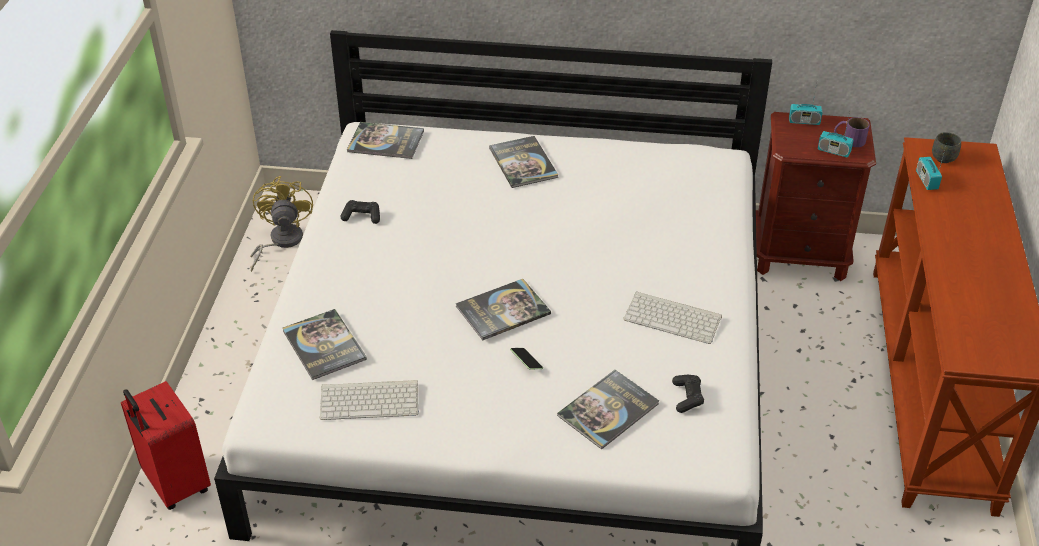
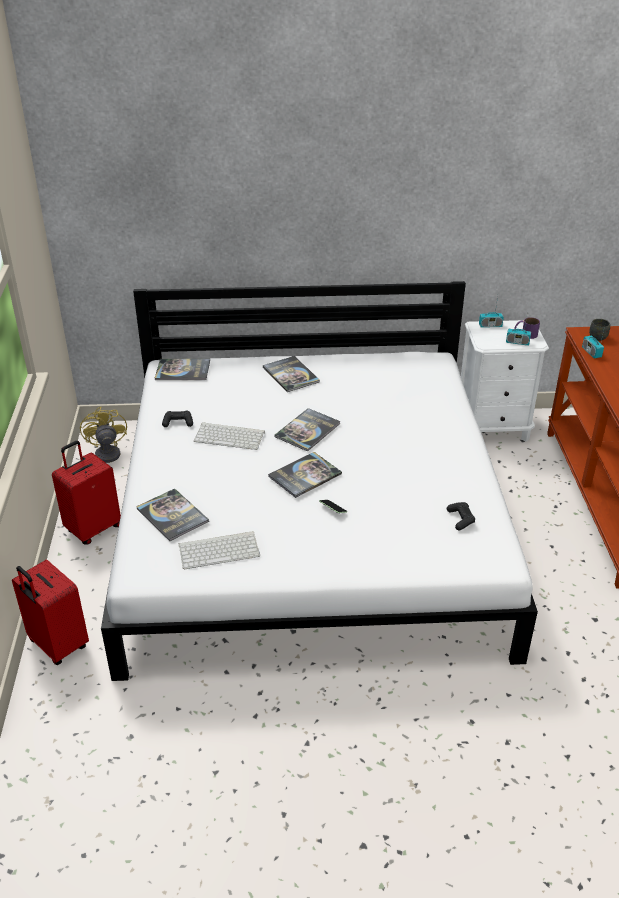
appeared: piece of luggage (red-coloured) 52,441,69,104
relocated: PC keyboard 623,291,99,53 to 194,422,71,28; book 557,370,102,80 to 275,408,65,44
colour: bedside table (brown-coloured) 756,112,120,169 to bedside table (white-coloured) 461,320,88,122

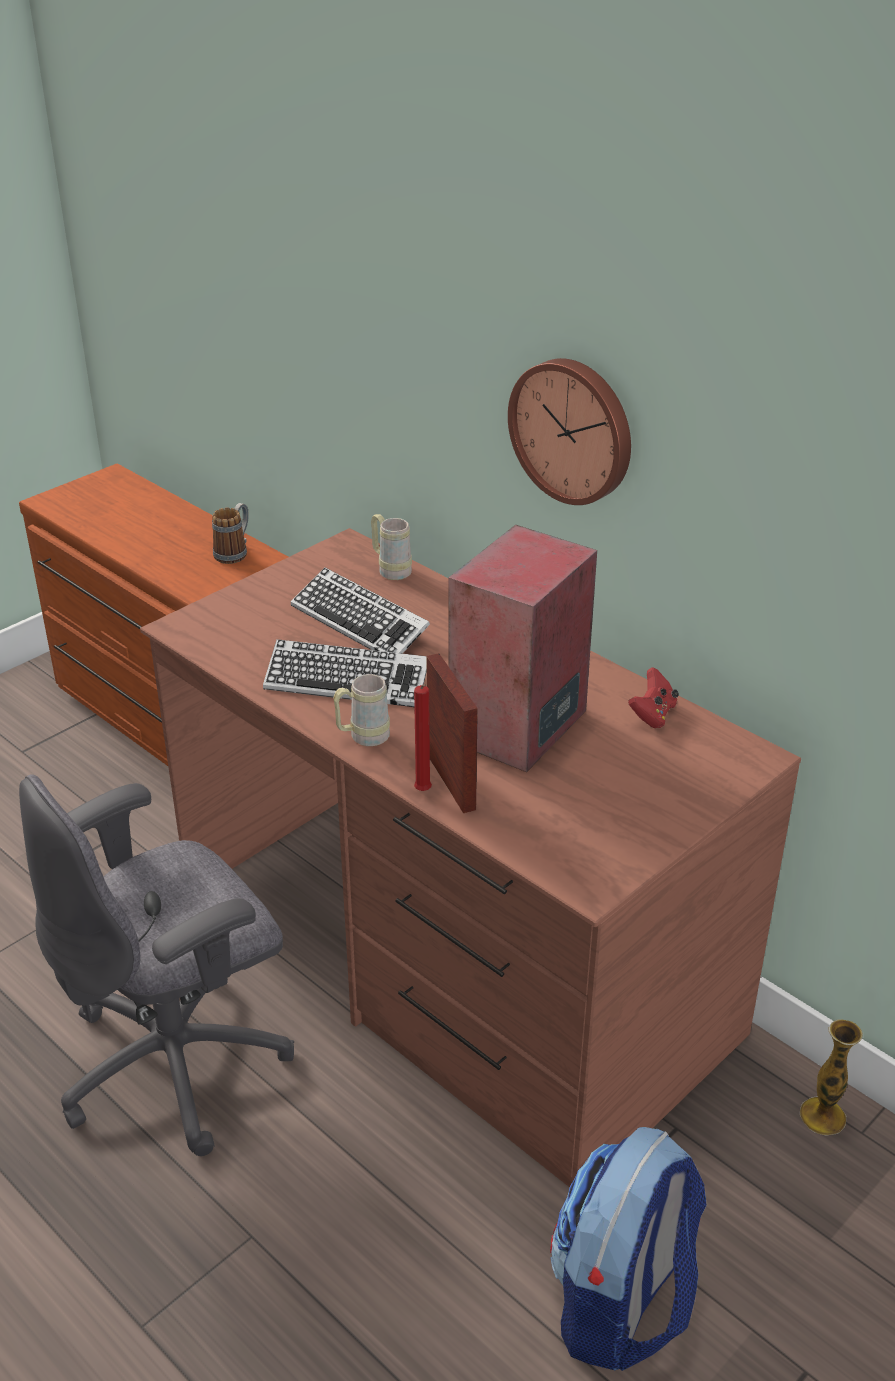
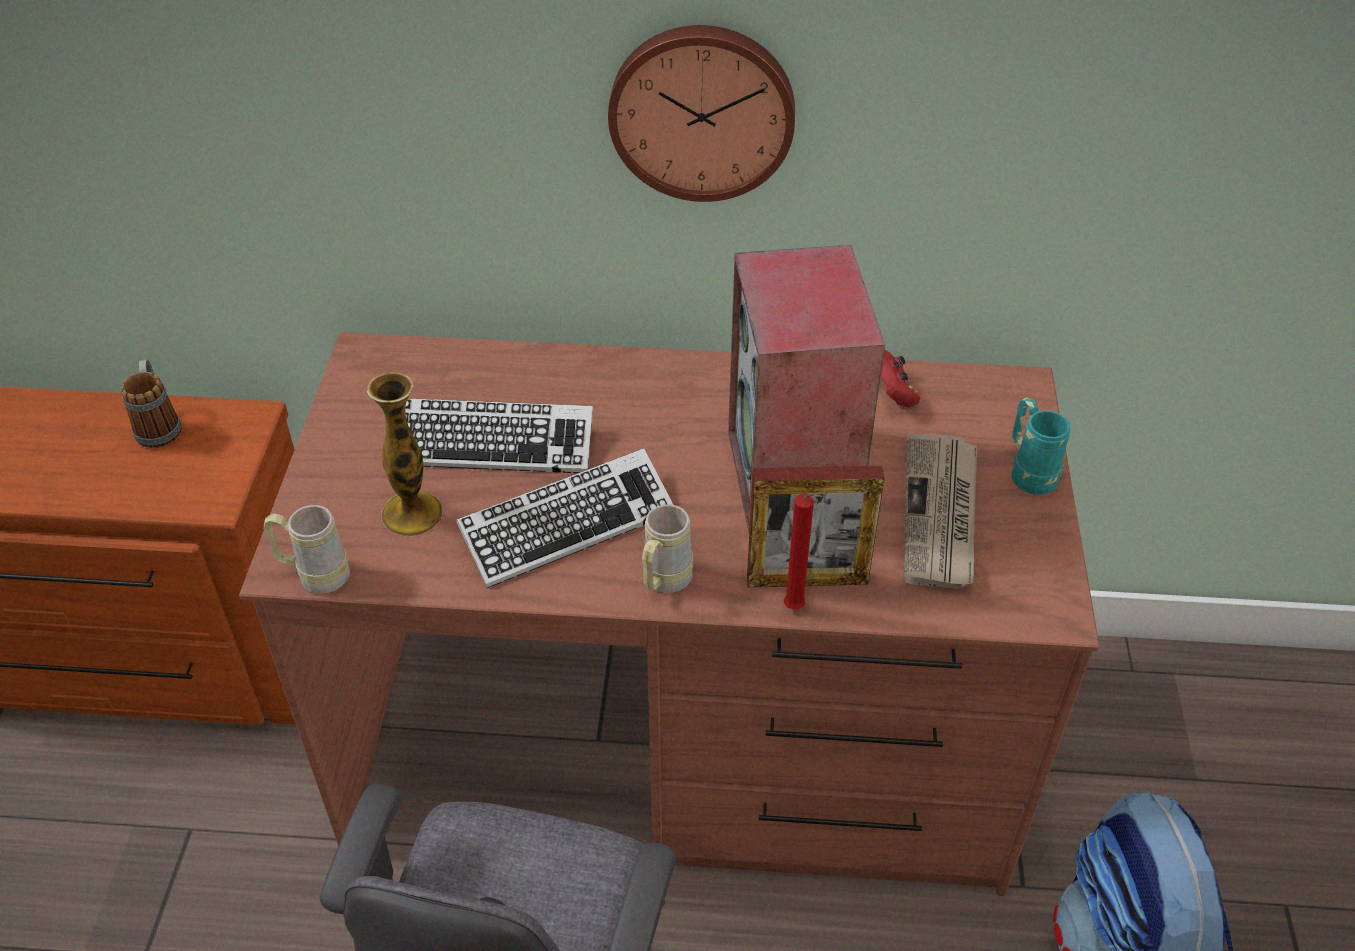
appeared: coffee mug (turquoise-coloured) 1012,398,58,97; newspaper 904,433,73,156
relocated: coffee mug (beige-coloured) 371,514,41,66 to 264,505,86,89; decorative vase 800,1019,63,117 to 367,372,76,165
spun: photo frame 426,653,52,160 = 747,466,137,121 150 degrees clockwise

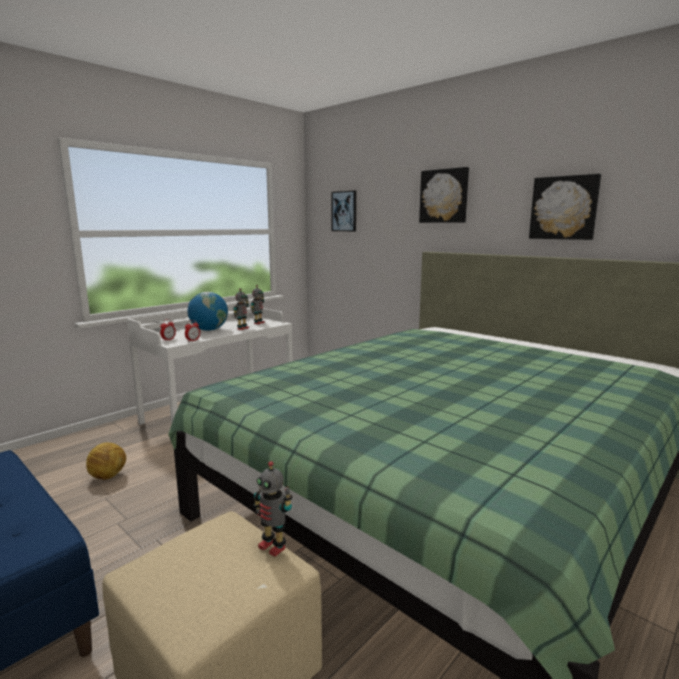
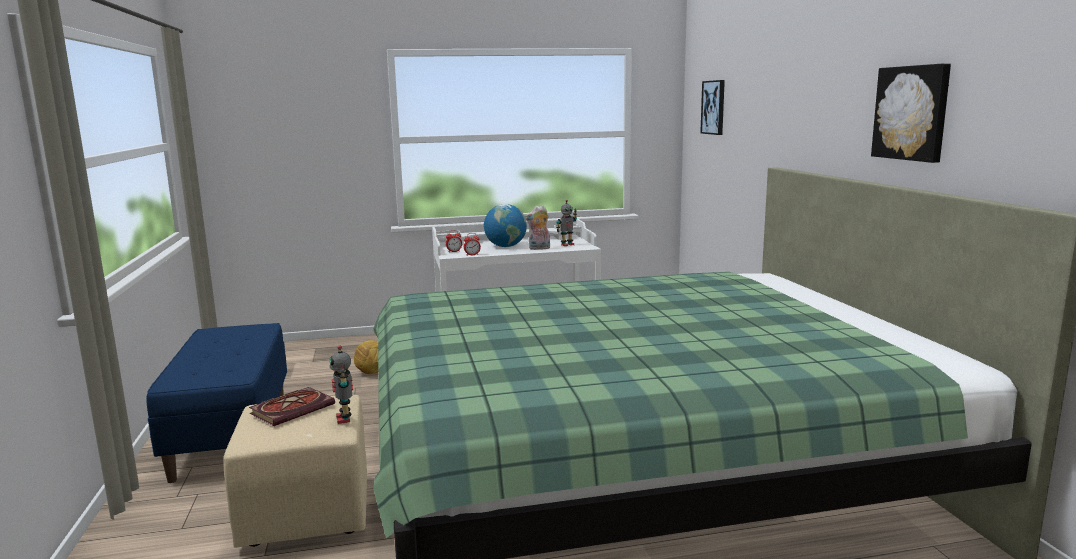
missing: picture 419,167,50,56
appeared: book 249,387,86,39
exchanged: robot figure 233,288,16,42 to plush toy 525,205,25,45

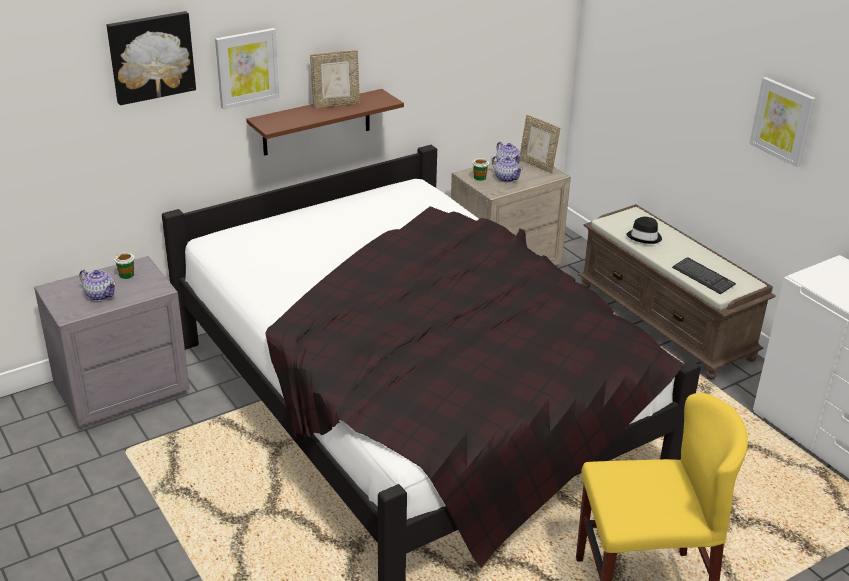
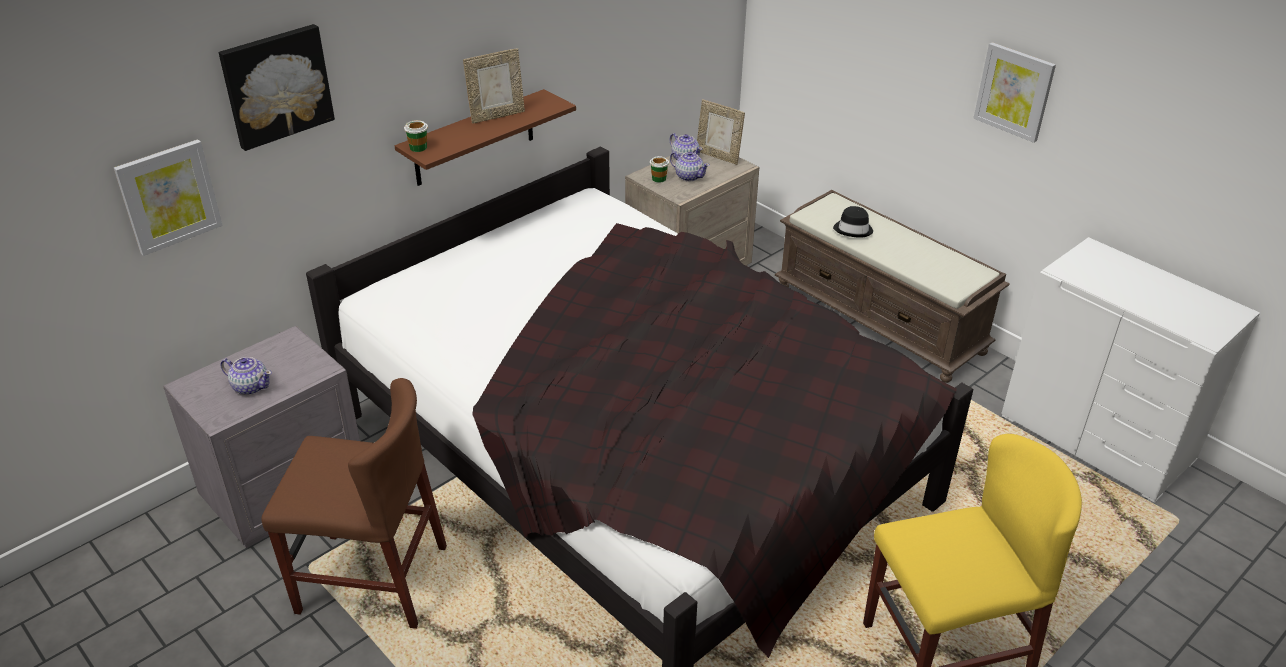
missing: PC keyboard 672,257,64,37
appeared: upright chair (brown-coloured) 261,378,186,251
relocated: picture 215,28,64,81 to 114,139,109,117; cup 114,252,21,27 to 404,120,24,32

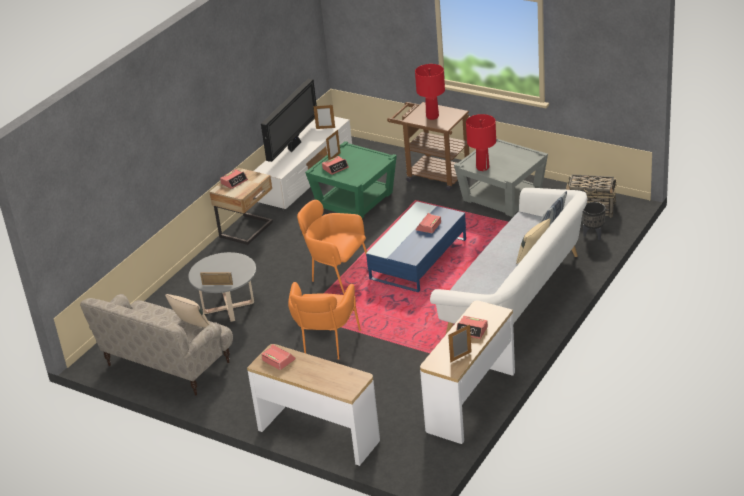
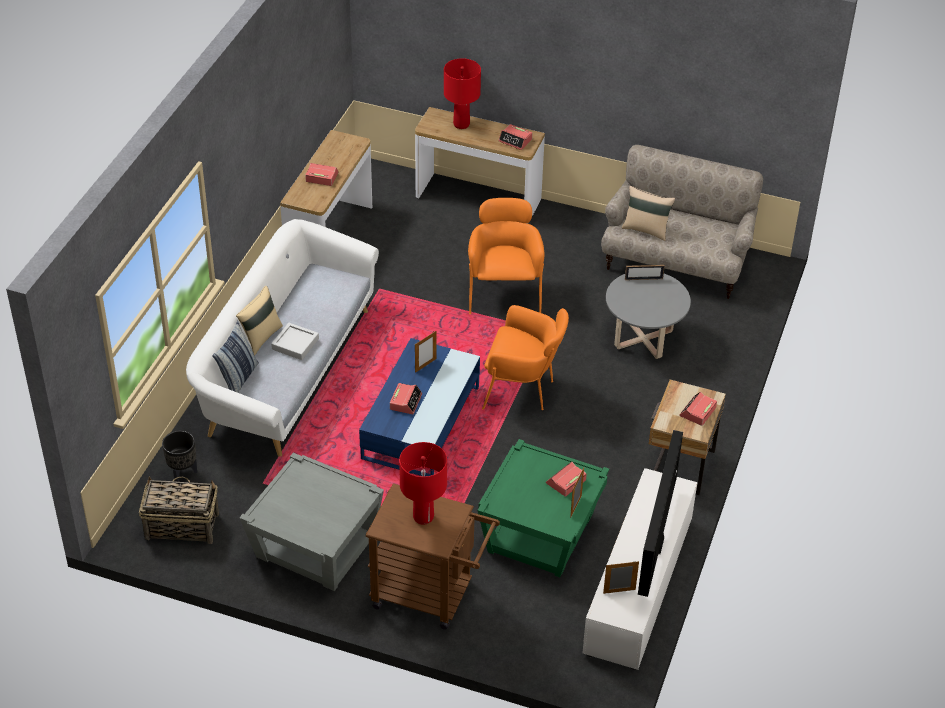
appeared: serving tray (grey) 271,323,48,37
relocated: table lamp (red-coloured) 466,114,30,57 to 444,58,37,71; photo frame 448,324,24,39 to 415,331,22,42

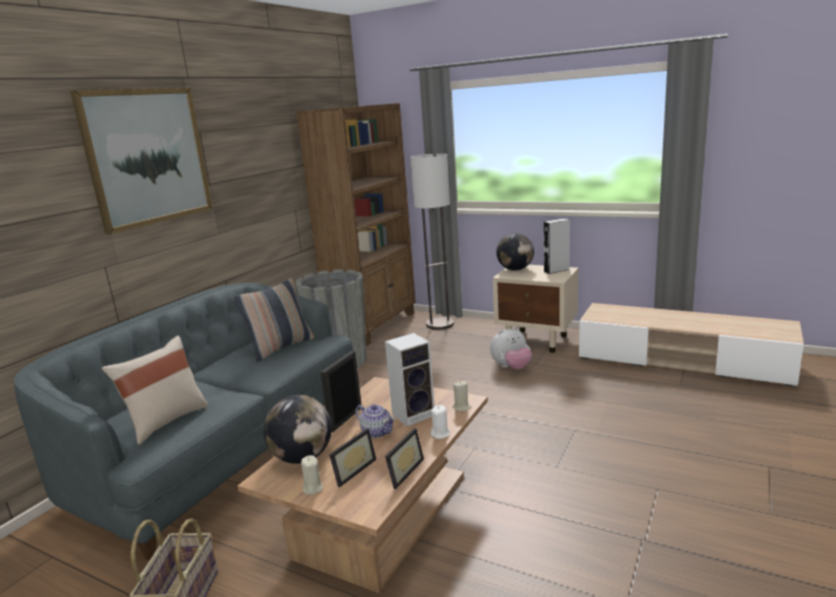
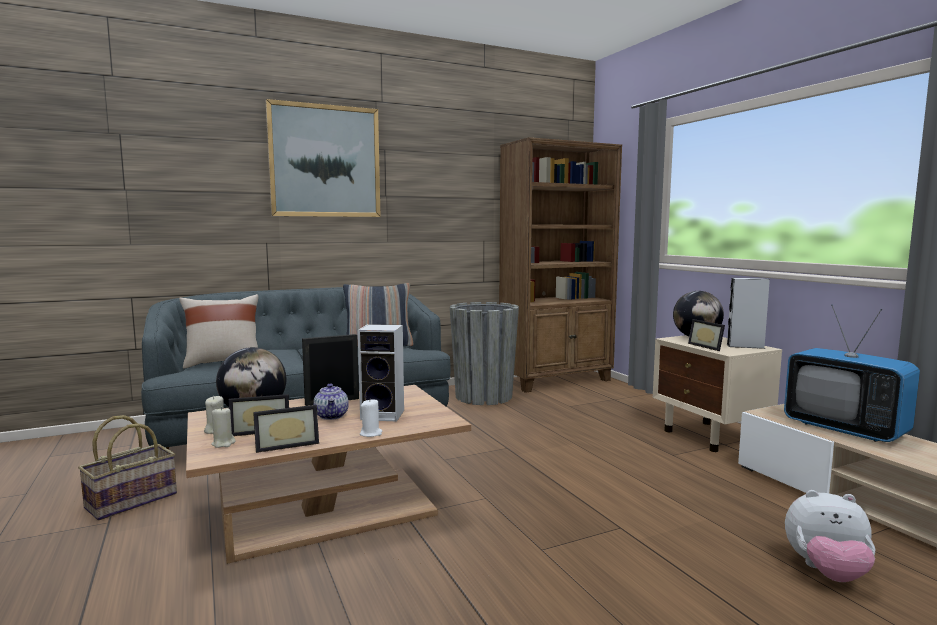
missing: standard lamp 410,154,44,176
appeared: TV set 784,304,136,138; photo frame 688,319,37,32
relocated: plush toy 490,327,42,42 to 785,490,90,92; candle (beige-coloured) 453,381,19,30 to 211,407,24,41

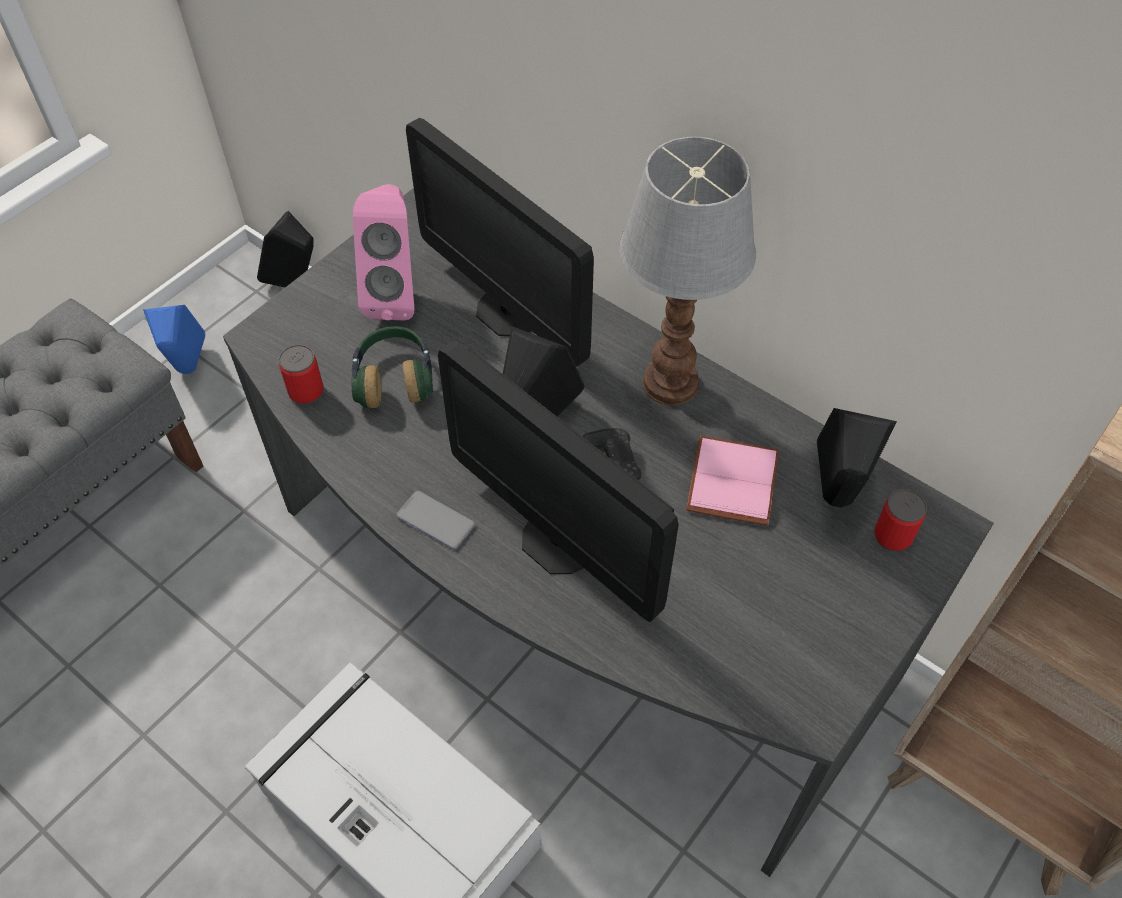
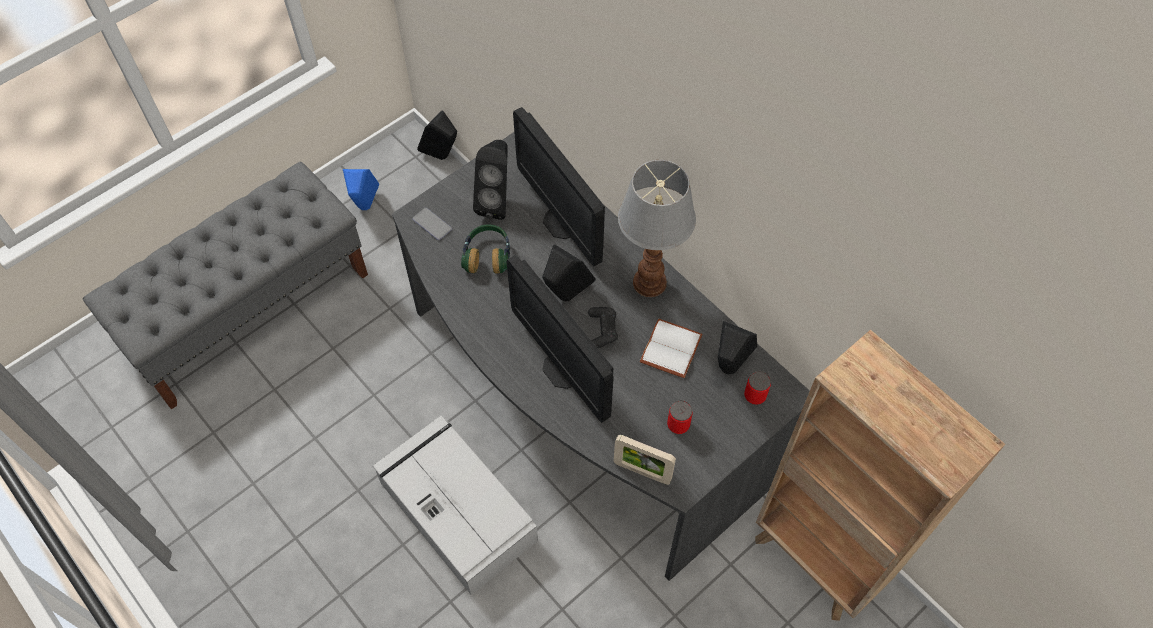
appeared: photo frame 614,435,62,50
relocated: sealed can 279,345,45,59 to 667,400,26,34; phone 397,491,78,58 to 412,208,40,32
colour: speaker (pink-coloured) 353,184,61,137 to speaker (black-coloured) 473,140,35,80; book (pink-coloured) 686,436,93,89 to book (white-coloured) 640,319,63,59

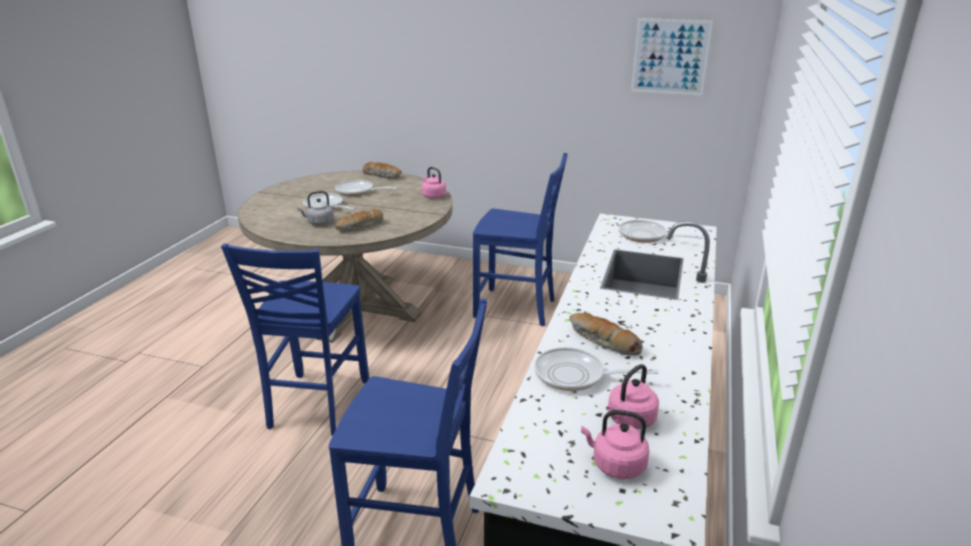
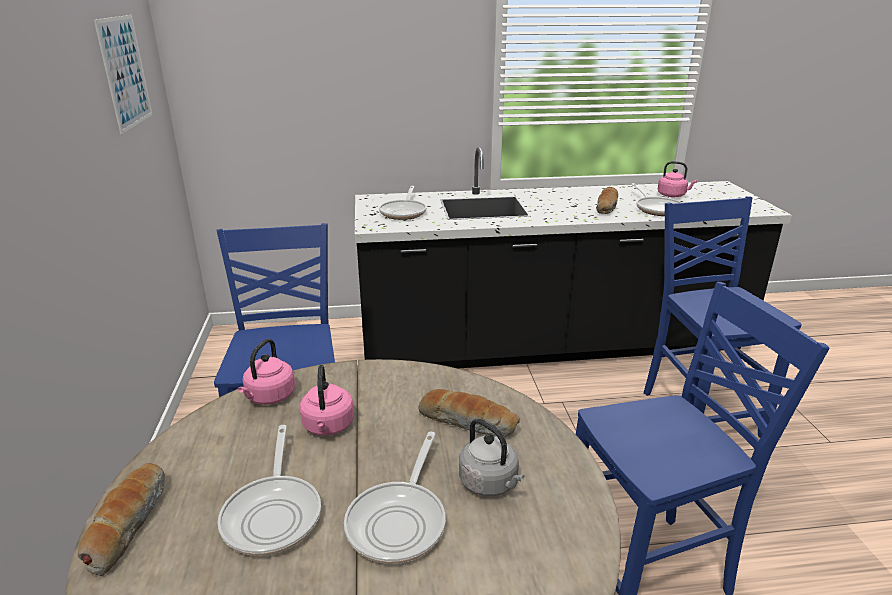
relocated: water kettle (pink-coloured) 581,410,68,69 to 300,365,54,70

